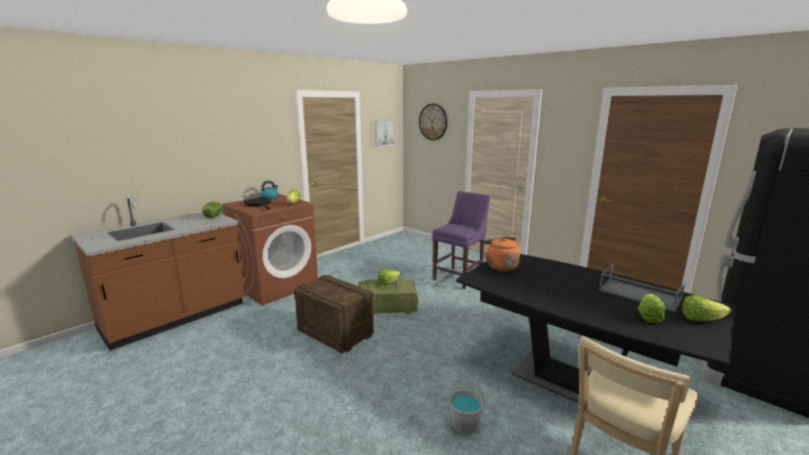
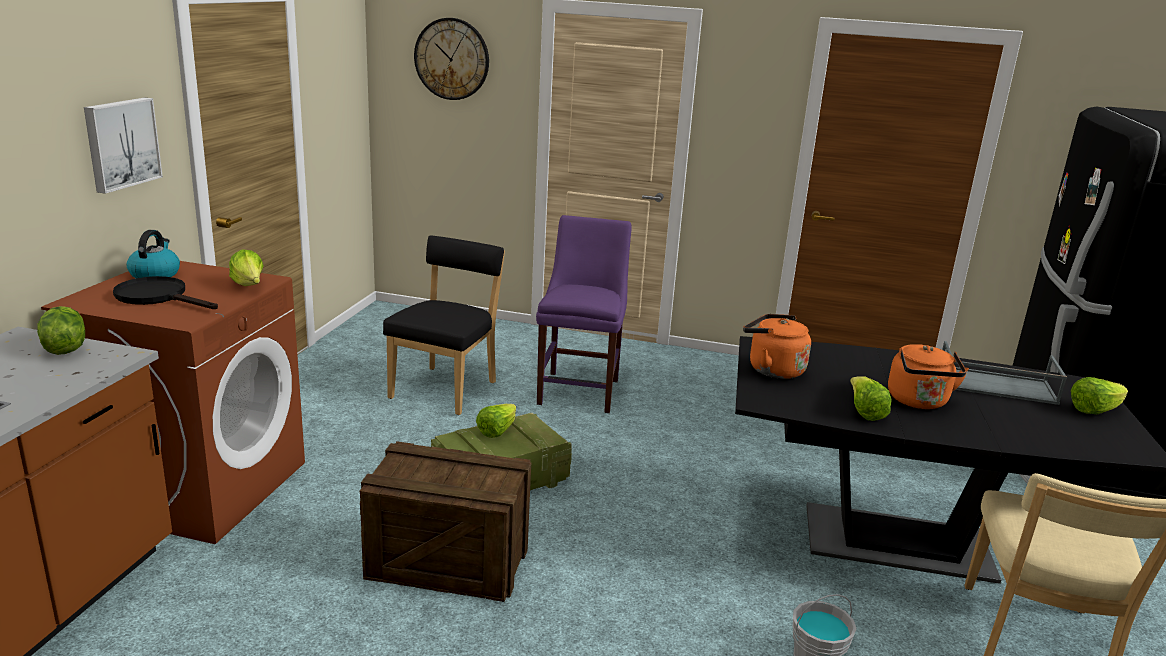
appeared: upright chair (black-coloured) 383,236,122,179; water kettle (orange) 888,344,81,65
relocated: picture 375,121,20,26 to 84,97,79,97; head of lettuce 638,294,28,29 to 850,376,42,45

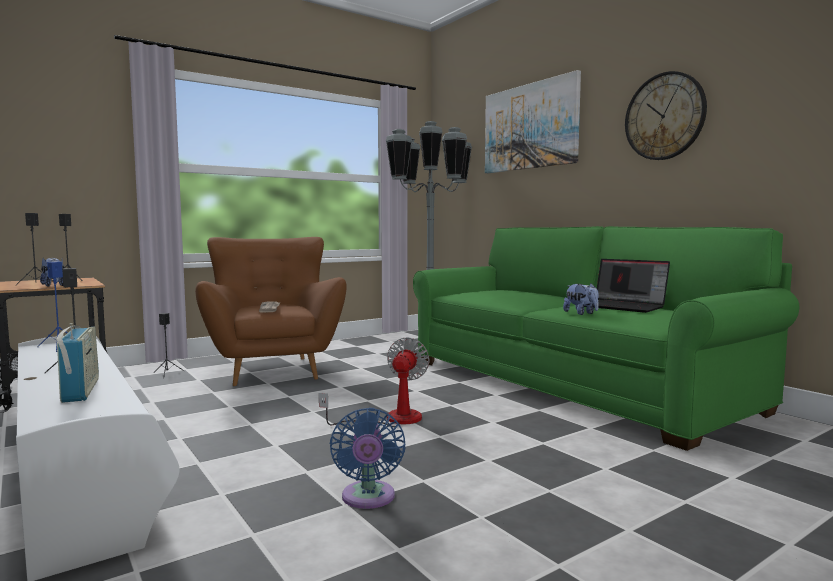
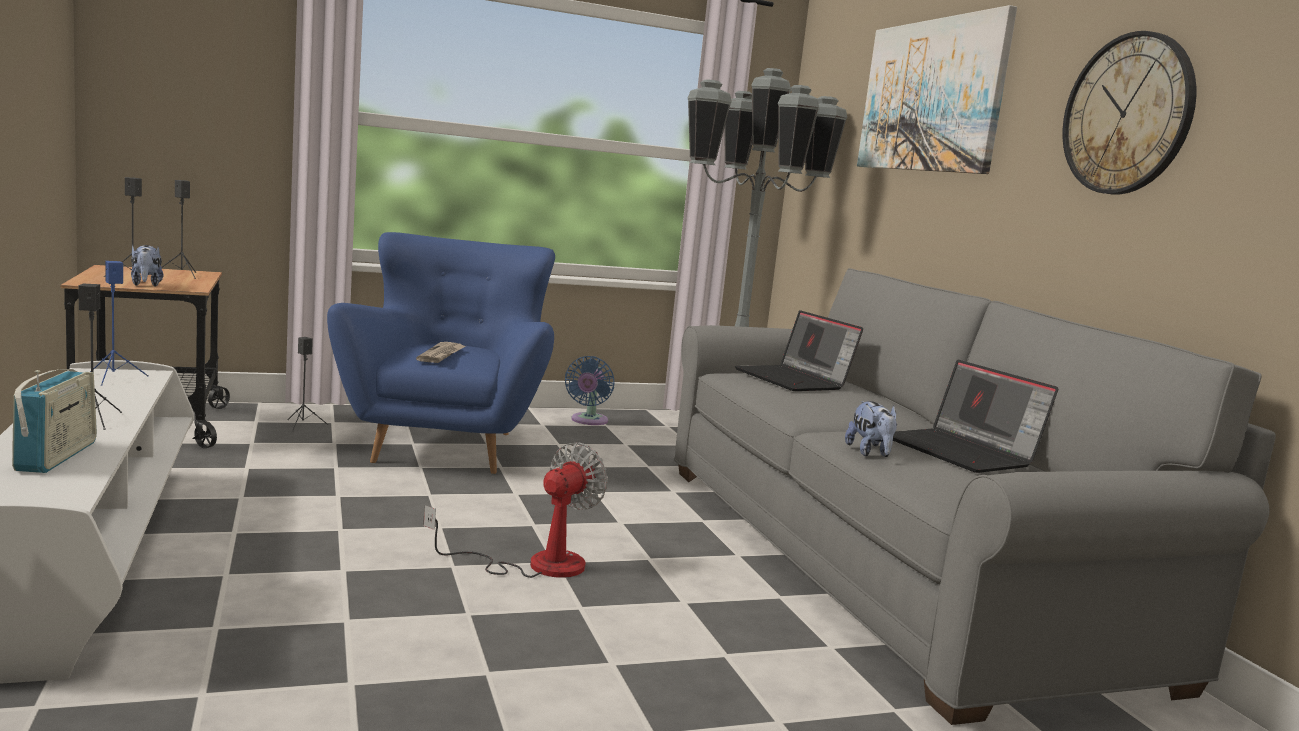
appeared: notebook computer 735,310,128,81
relocated: electric fan (blue) 330,408,76,101 to 565,356,49,69
colour: sofa (green-coloured) 413,226,387,225 to sofa (grey) 674,268,602,457; lounge chair (brown-coloured) 195,237,151,149 to lounge chair (blue) 327,232,228,242

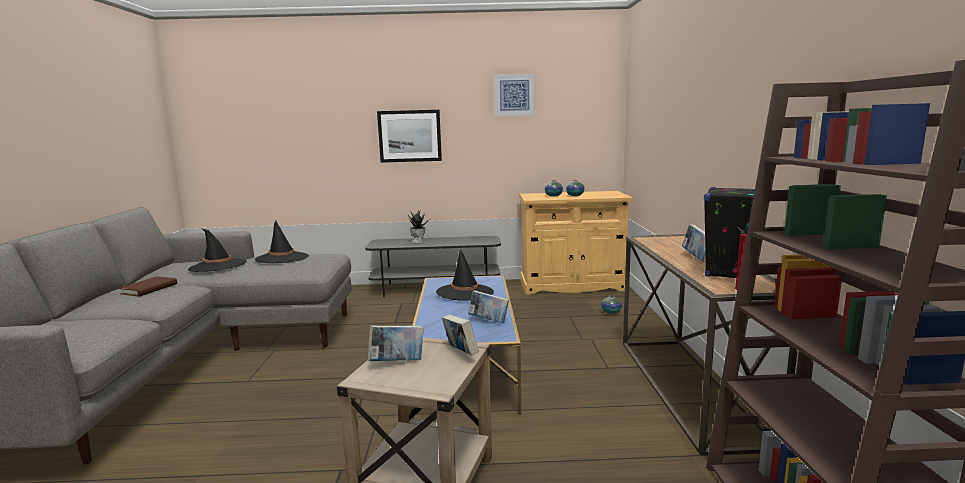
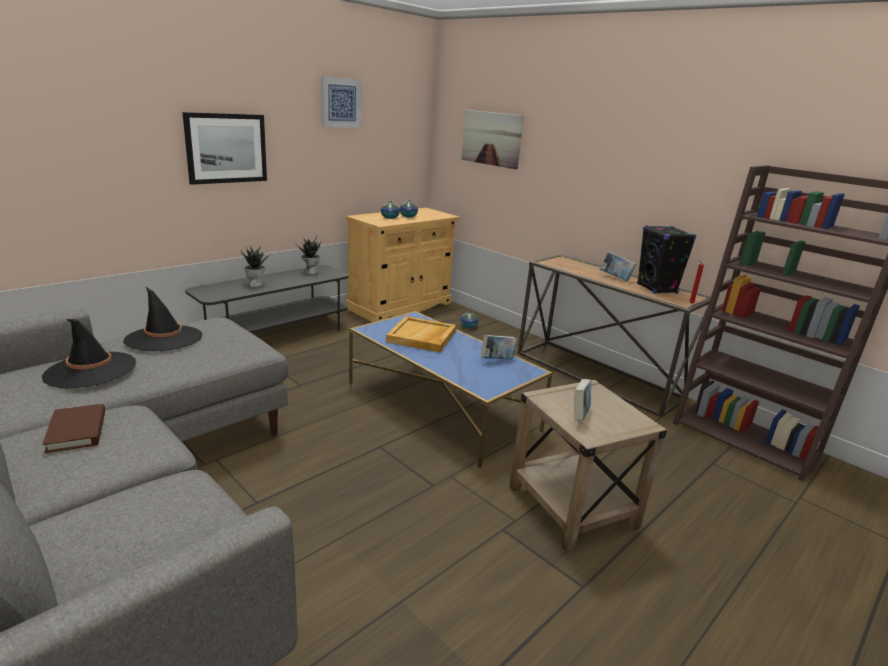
missing: book 442,314,37,41
appeared: picture 461,110,63,59; potted plant 296,235,26,39
exchanged: hat (black-coloured) 436,248,58,53 to serving tray (beige-coloured) 386,316,70,36

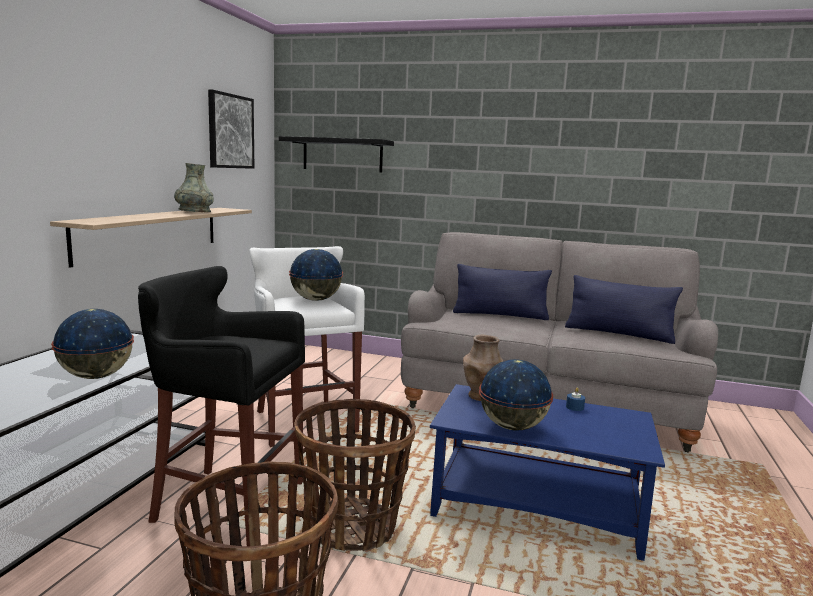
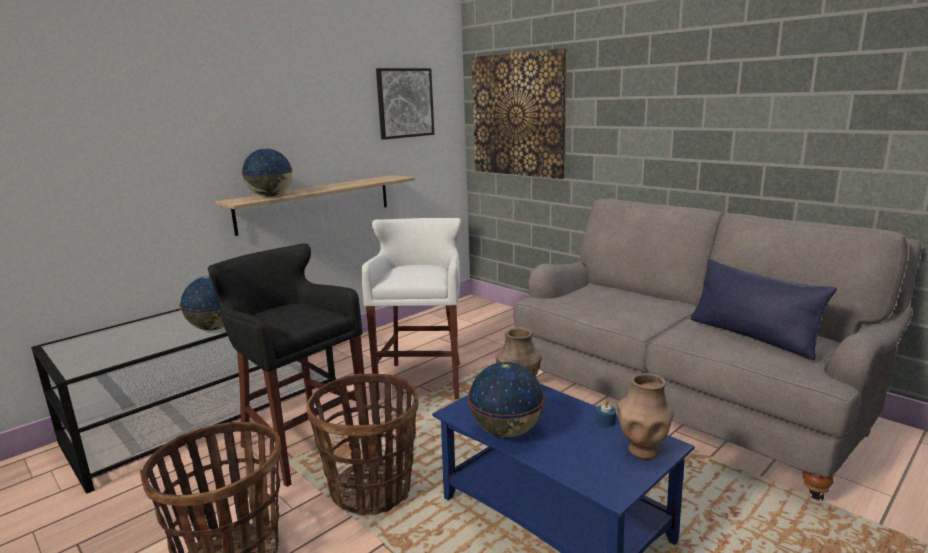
missing: decorative vase (grey) 174,163,40,49; pillow (blue) 453,264,99,56
appeared: decorative vase (brown-coloured) 617,373,57,87
relocated: world globe 289,249,54,52 to 242,149,51,48
exchanged: wall shelf (black-coloured) 279,136,115,37 to picture 472,48,95,131

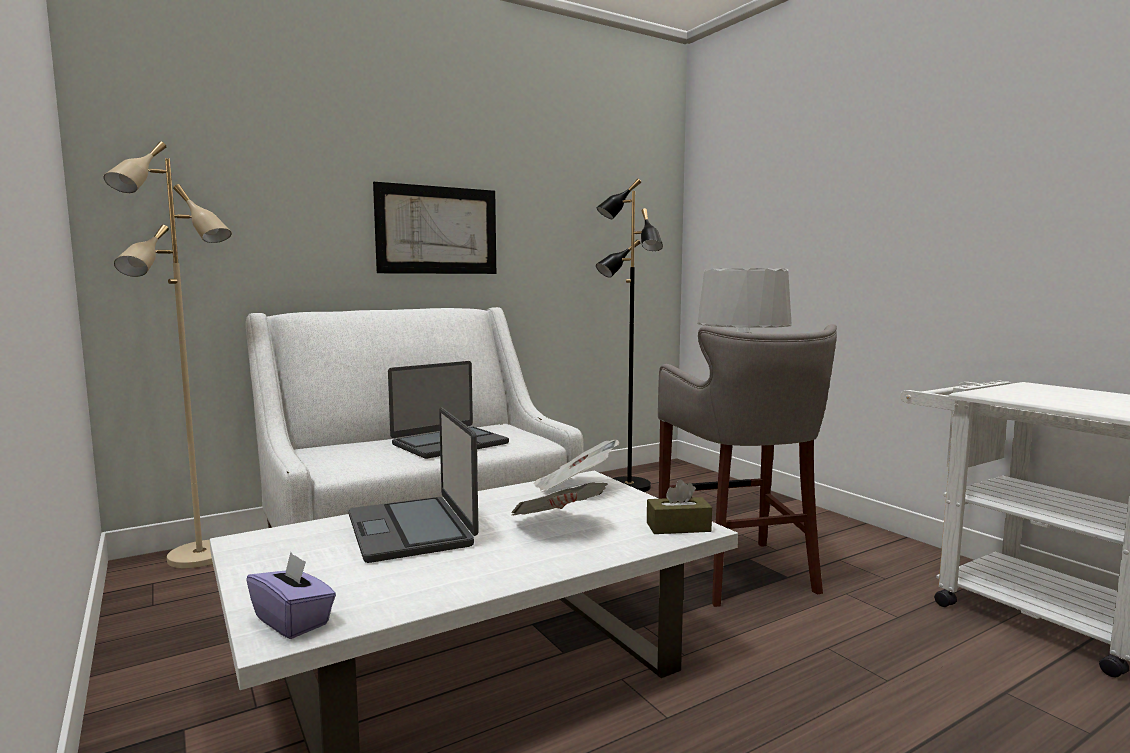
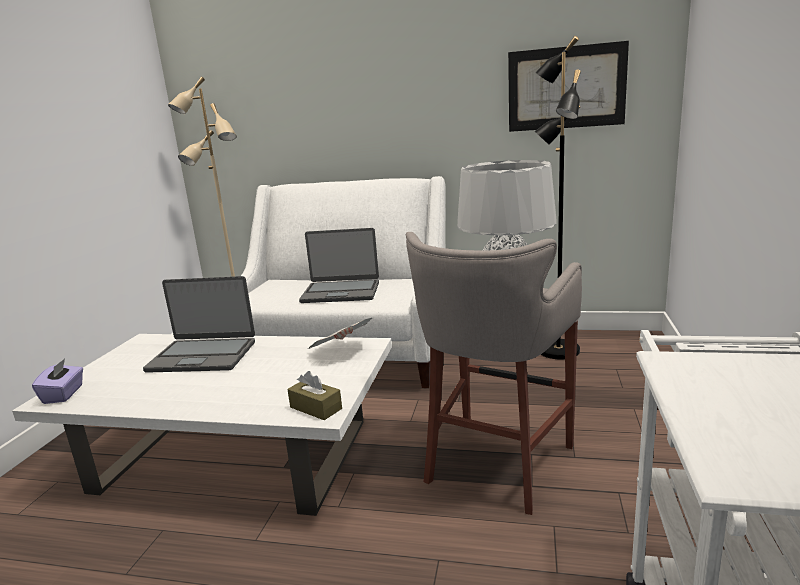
missing: newspaper 512,482,96,33
relocated: picture 373,182,123,92 to 508,41,121,91
spun: notebook computer 348,407,131,156 = 143,276,112,97 105 degrees counterclockwise

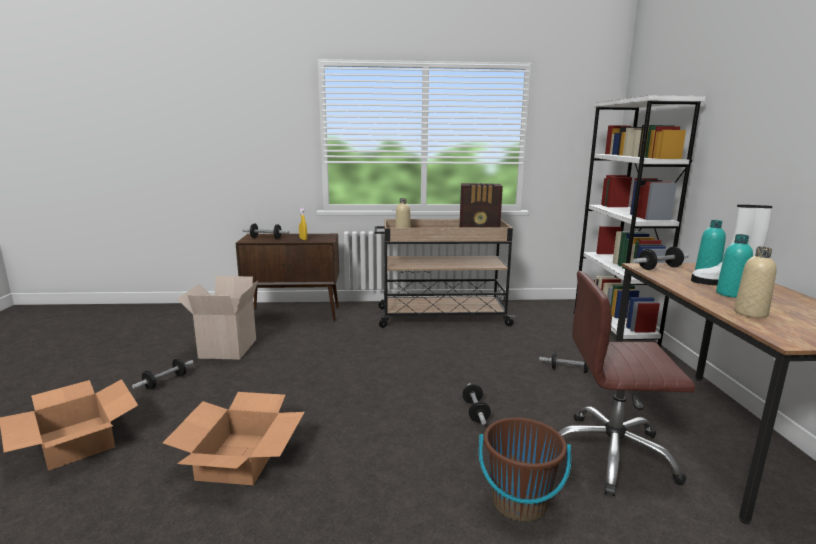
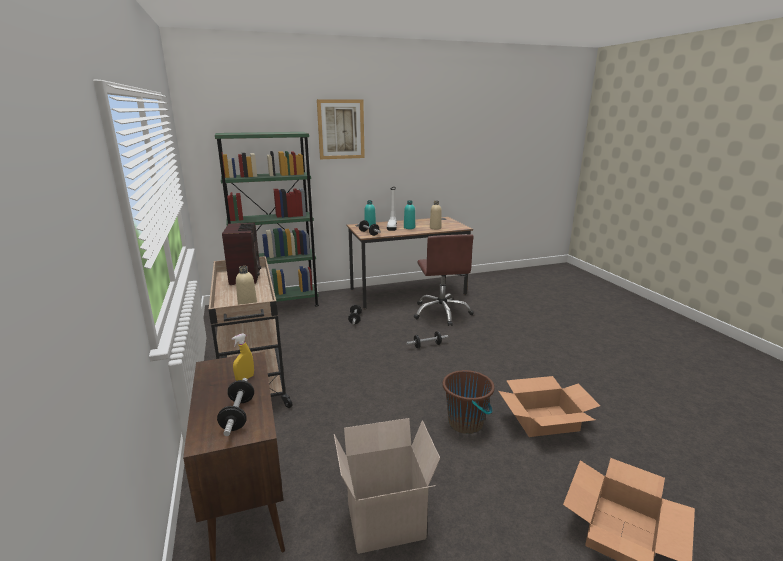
missing: hand weight 132,359,62,31
appeared: picture 317,99,48,60
relocated: bucket (brown-coloured) 479,418,92,104 to 443,370,52,64
colour: bookcase (white-coloured) 573,95,133,252 to bookcase (green-coloured) 215,132,104,174

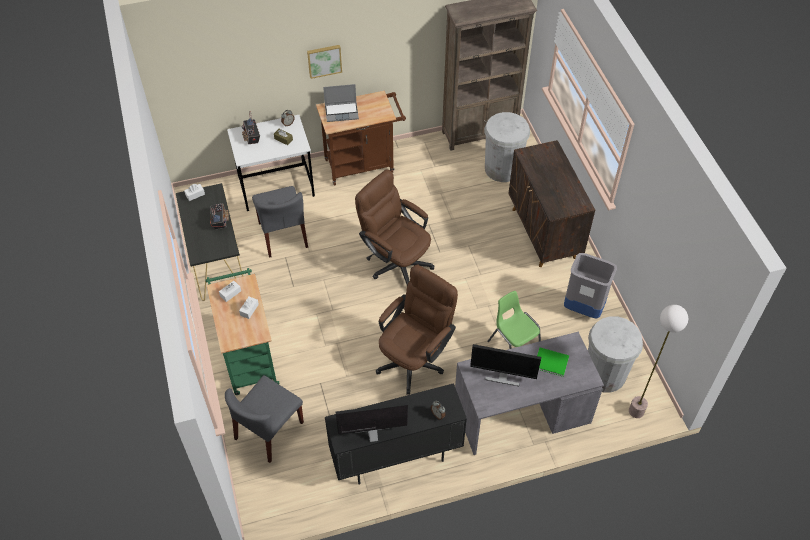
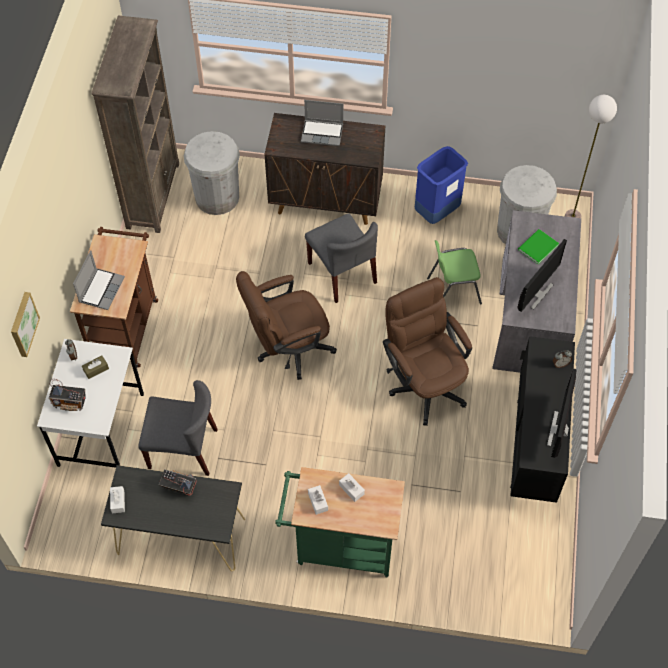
appeared: notebook computer 301,100,42,46
relocated: picture 307,45,35,34 to 11,292,29,65; upright chair (grey) 225,375,79,88 to 305,213,73,90
colour: waste bin (grey) 564,253,53,65 to waste bin (blue) 415,146,53,78

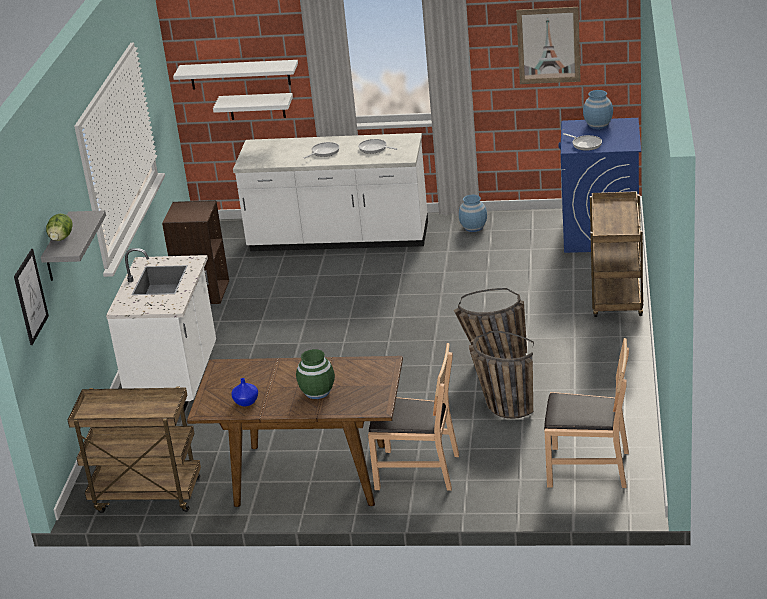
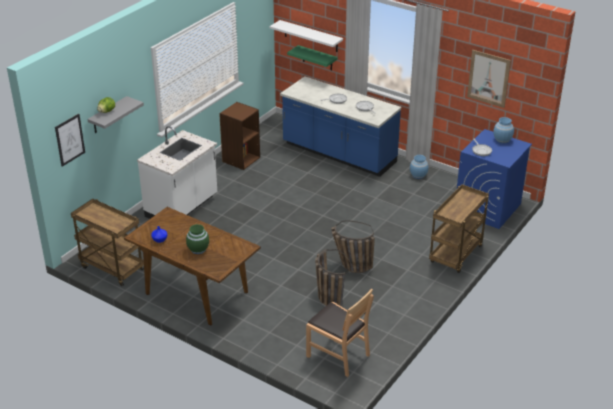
missing: upright chair (brown-coloured) 368,343,91,148
colour: wall shelf (white-coloured) 213,93,80,27 to wall shelf (green-coloured) 287,45,51,25; kitchen counter (white-coloured) 233,133,195,118 to kitchen counter (blue) 280,76,121,101

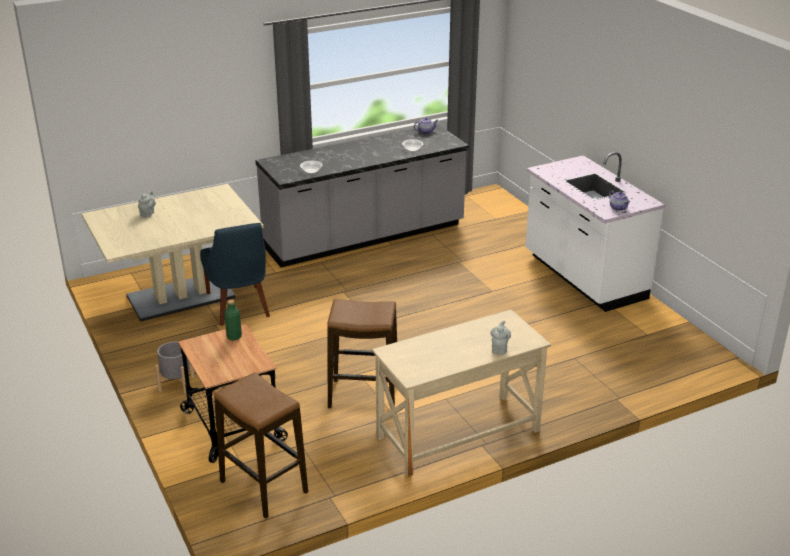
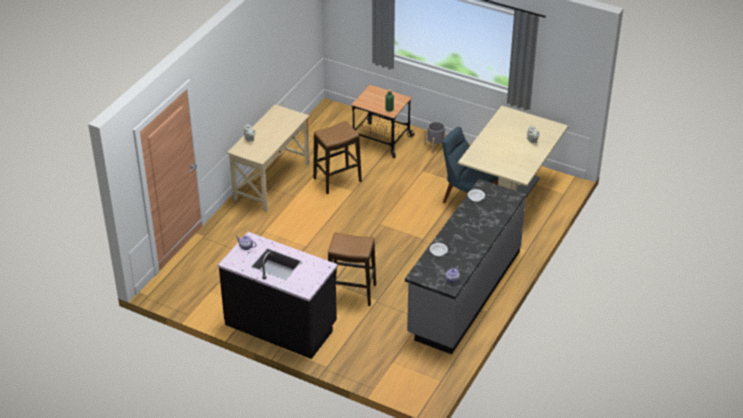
relocated: sitting stool 214,372,94,147 to 328,232,48,74
colour: kitchen counter (white-coloured) 525,152,140,160 to kitchen counter (black-coloured) 218,232,120,127

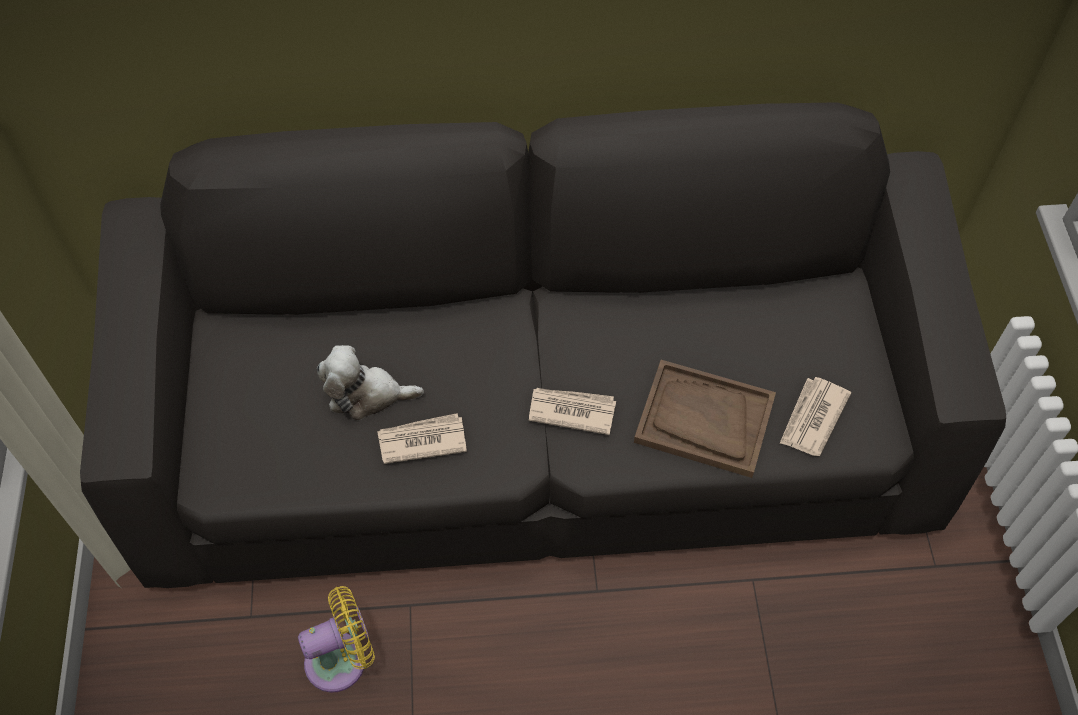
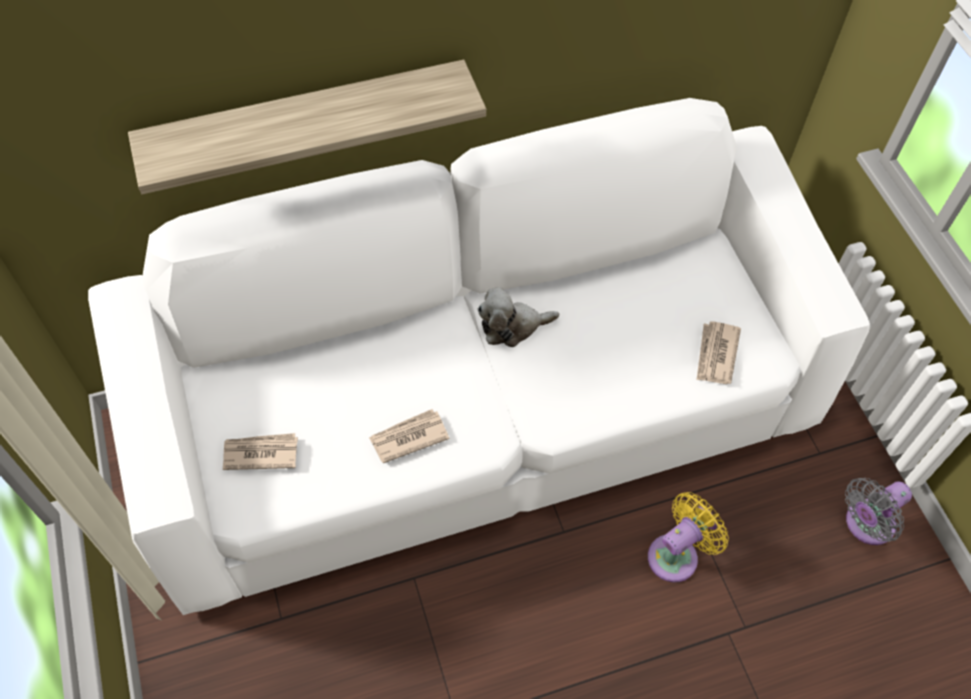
missing: serving tray (brown-coloured) 634,360,142,118
appeared: wall shelf 128,59,358,135; electric fan (grey) 845,478,67,67
relocated: plush toy 317,345,107,75 to 477,287,82,60; newspaper 529,388,87,47 to 223,433,75,37; electric fan (yellow) 298,586,77,106 to 648,492,81,90
colour: sofa (black-coloured) 80,102,926,486 to sofa (white-coloured) 88,98,782,517

